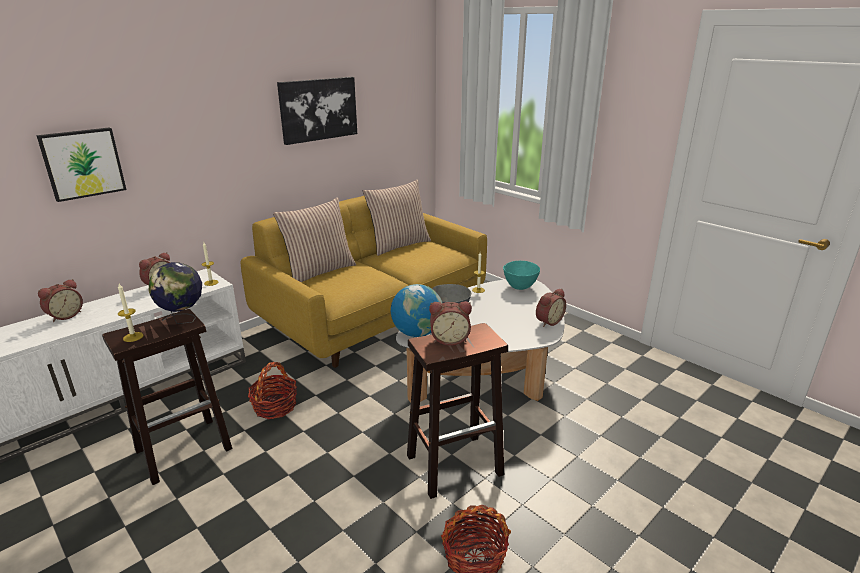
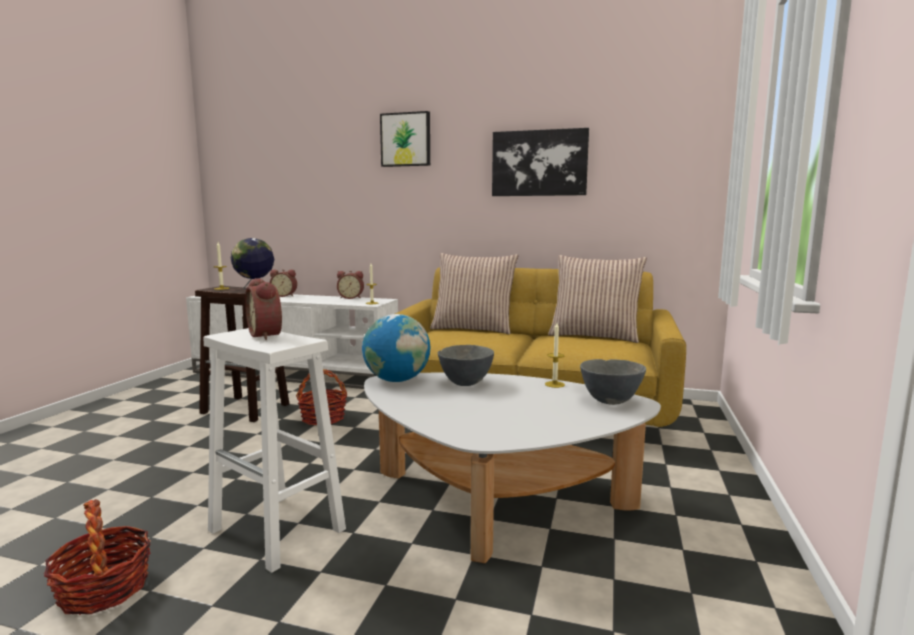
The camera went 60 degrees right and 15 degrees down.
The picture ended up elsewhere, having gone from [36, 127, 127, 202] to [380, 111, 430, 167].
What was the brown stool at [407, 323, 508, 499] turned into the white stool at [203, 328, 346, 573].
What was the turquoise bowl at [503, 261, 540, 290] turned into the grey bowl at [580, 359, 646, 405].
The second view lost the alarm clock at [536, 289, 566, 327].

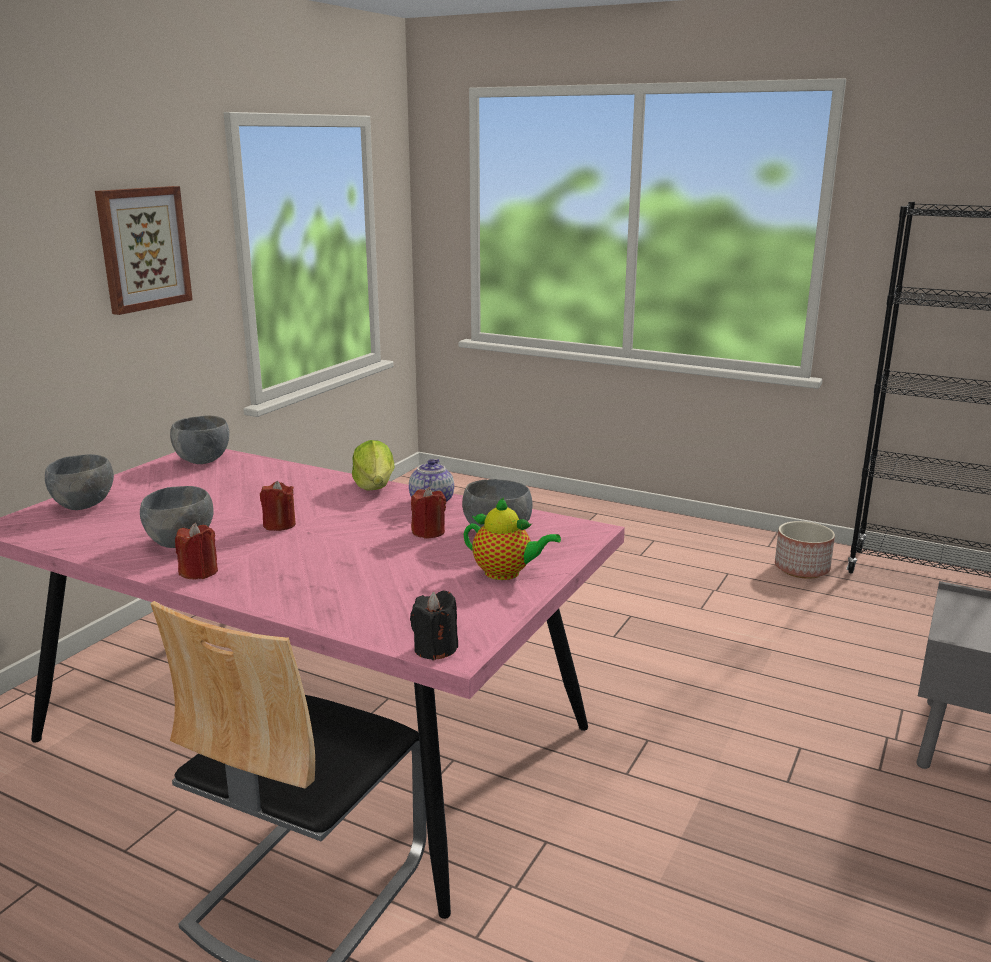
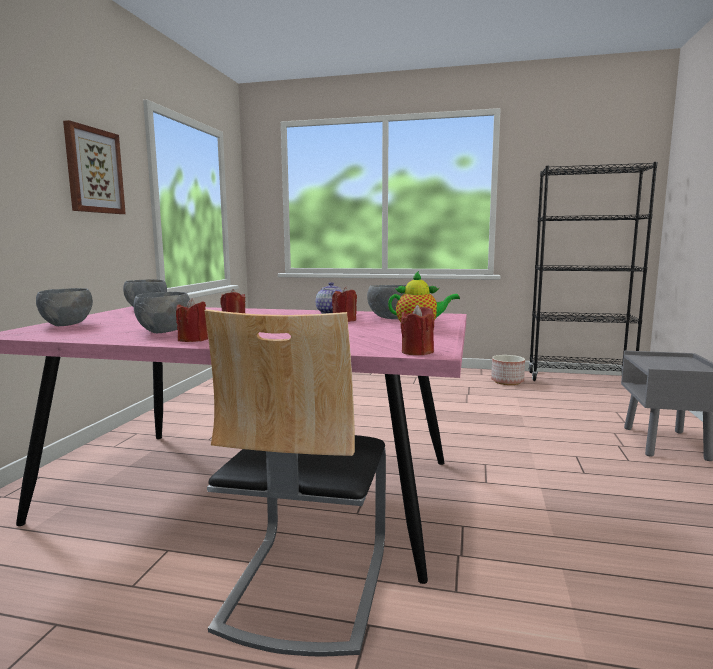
The camera went 15 degrees left and 10 degrees down.
The second view lost the lettuce at [352, 440, 394, 490].
What was the black candle at [410, 591, 458, 660] turned into the red candle at [400, 305, 435, 355].

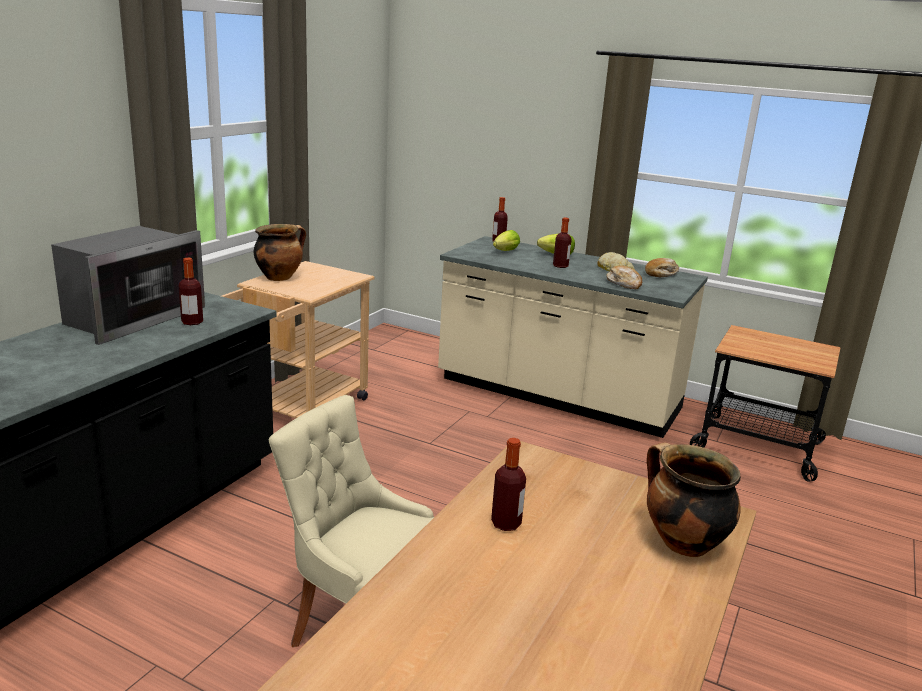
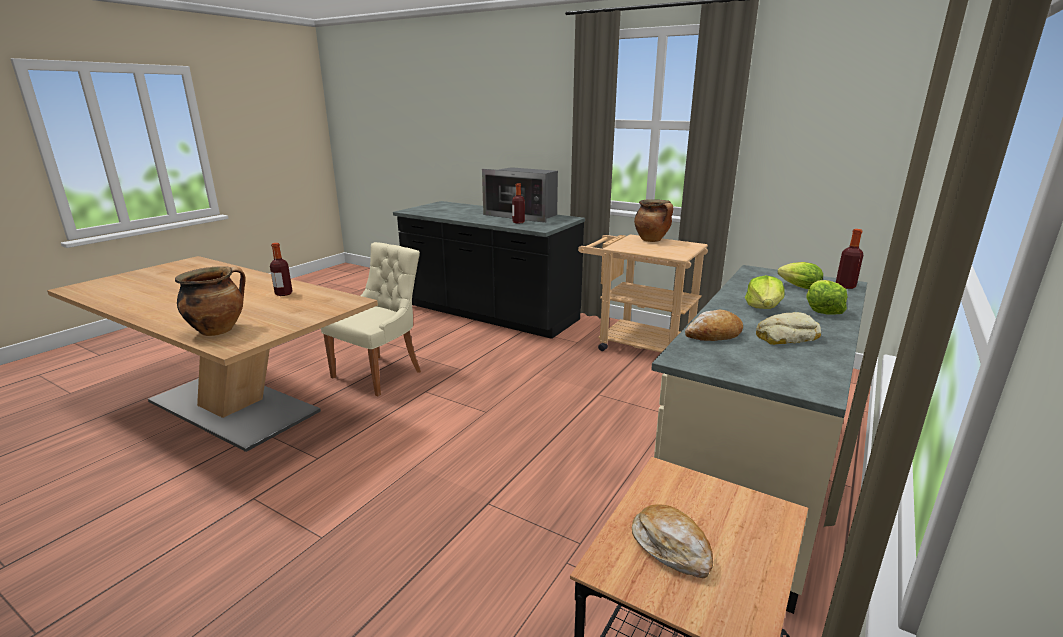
The camera went 95 degrees right and 0 degrees up.
Where the bottle stood at [553, 218, 572, 268], the lettuce came to stand at [745, 275, 785, 309].
The bread ended up elsewhere, having gone from [645, 258, 679, 277] to [632, 504, 713, 578].

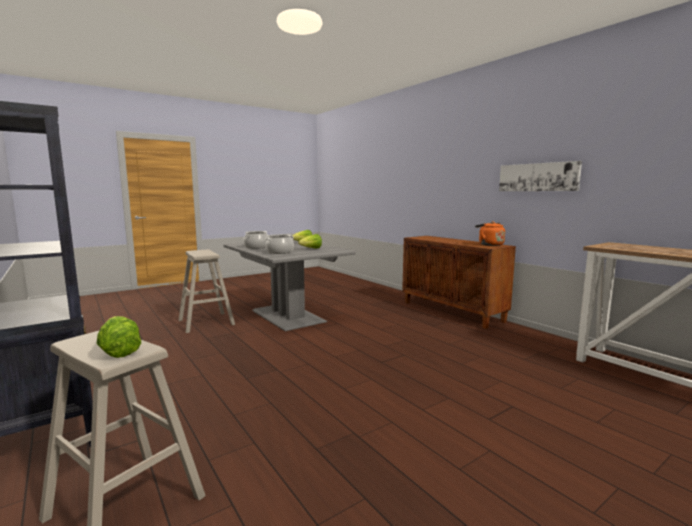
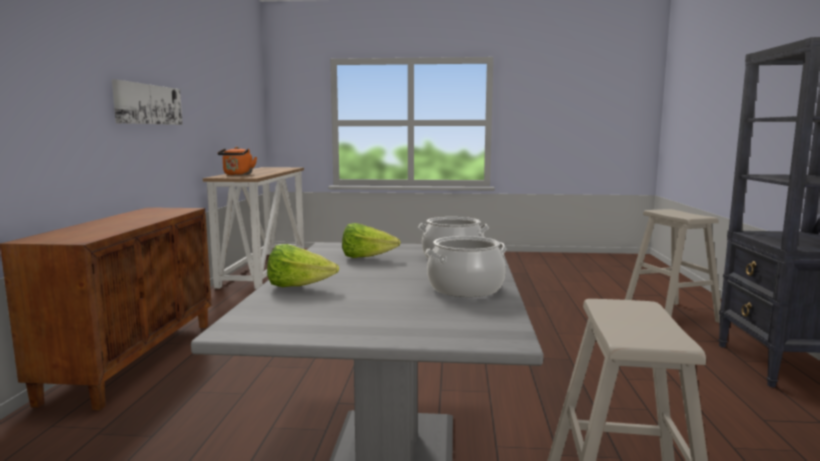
The camera went 140 degrees left and 0 degrees up.
The second view lost the lettuce at [96, 316, 141, 358].
The orange kettle ended up elsewhere, having gone from [475, 222, 505, 246] to [217, 147, 257, 175].

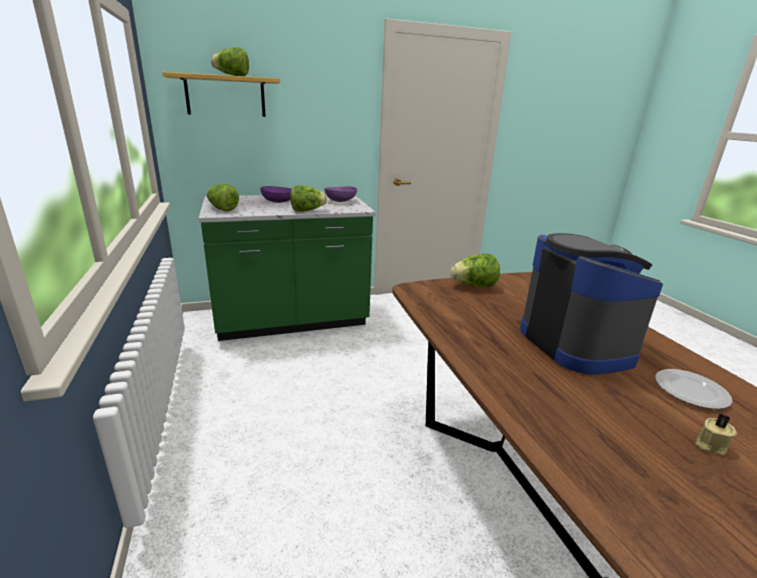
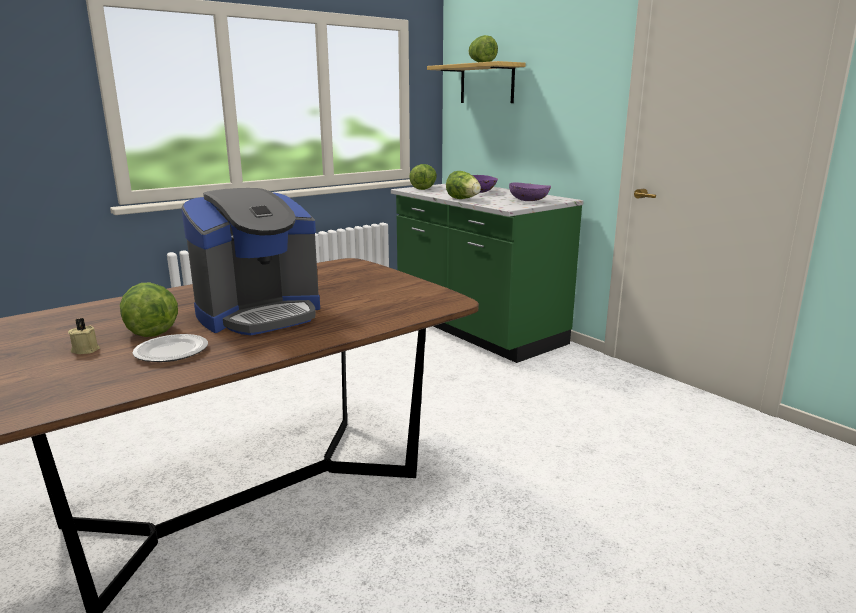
The camera went 70 degrees right and 5 degrees down.
The lettuce ended up elsewhere, having gone from [450, 254, 500, 287] to [120, 283, 178, 337].

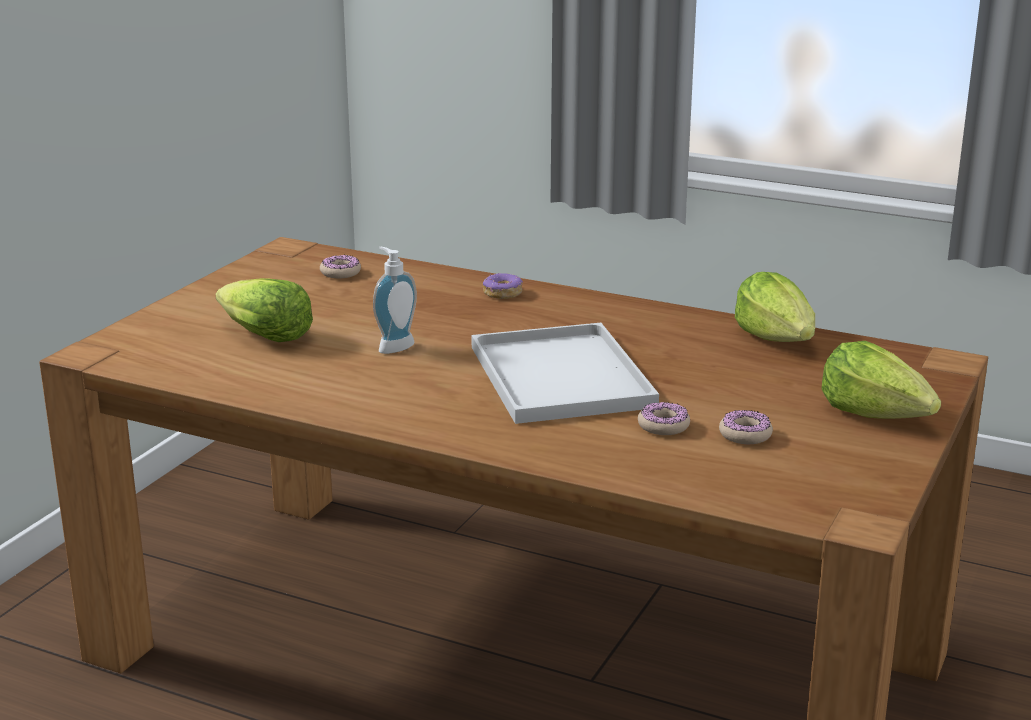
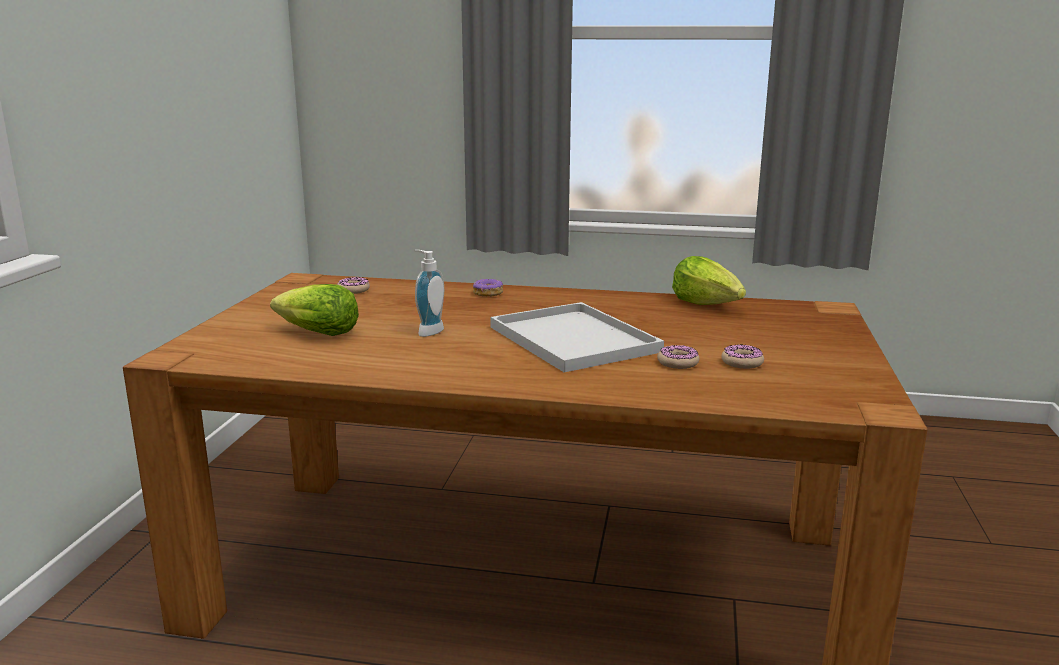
The camera went 15 degrees left and 5 degrees down.
The second view lost the lettuce at [821, 341, 941, 419].

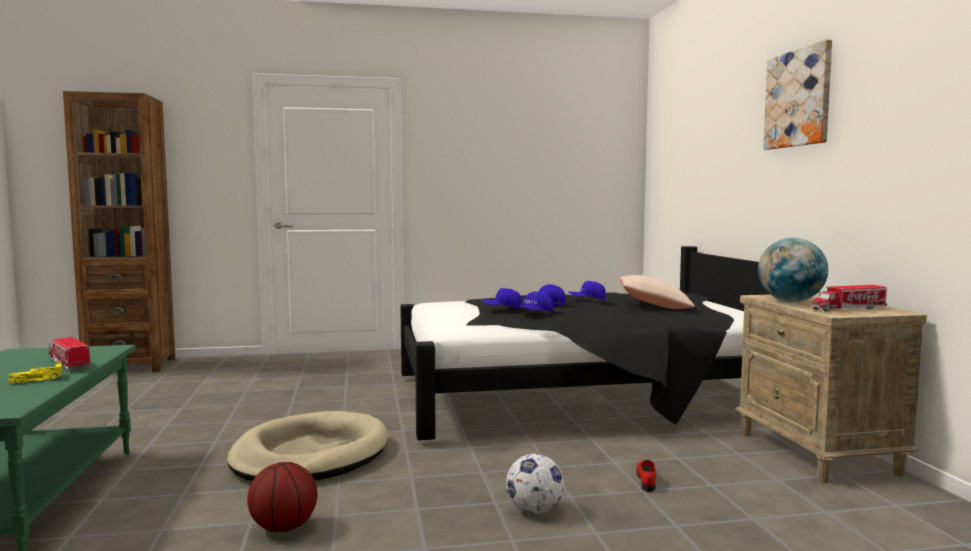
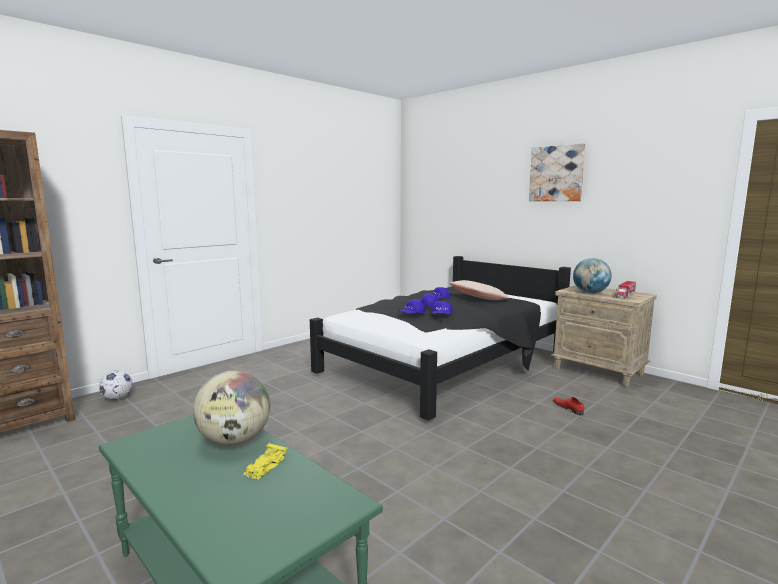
The camera went 35 degrees left and 5 degrees up.
Where the toy truck stood at [49, 336, 91, 370], the globe came to stand at [193, 370, 270, 446].
The second view lost the beige dog bed at [227, 411, 388, 481].
The second view lost the basketball at [247, 462, 317, 532].
The football ended up elsewhere, having gone from [506, 454, 564, 514] to [99, 370, 132, 400].

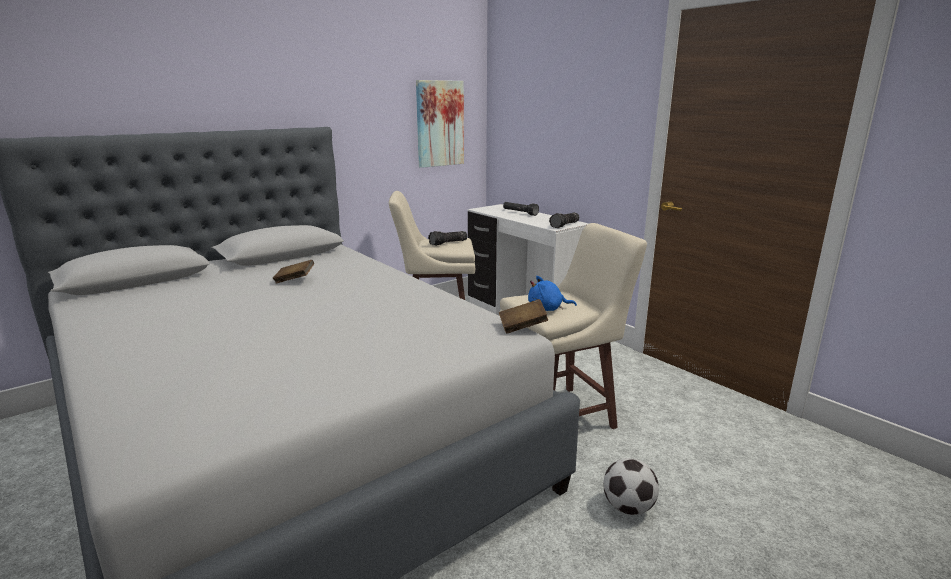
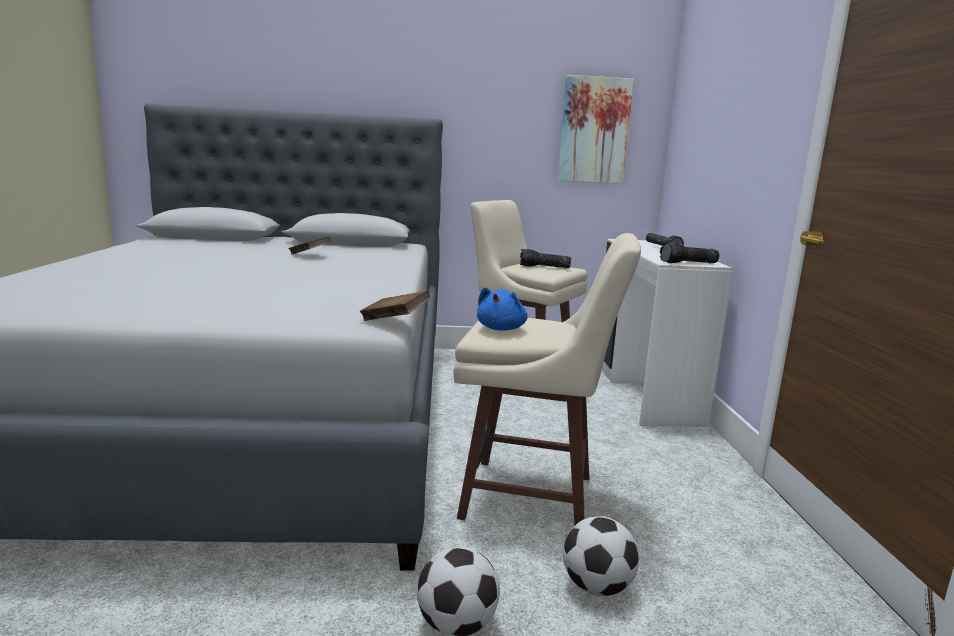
The camera went 35 degrees right and 5 degrees down.
The blue plush toy at [528, 276, 577, 311] ended up facing another way, 105 degrees counterclockwise from before.
The second view gained the football at [563, 516, 639, 596].

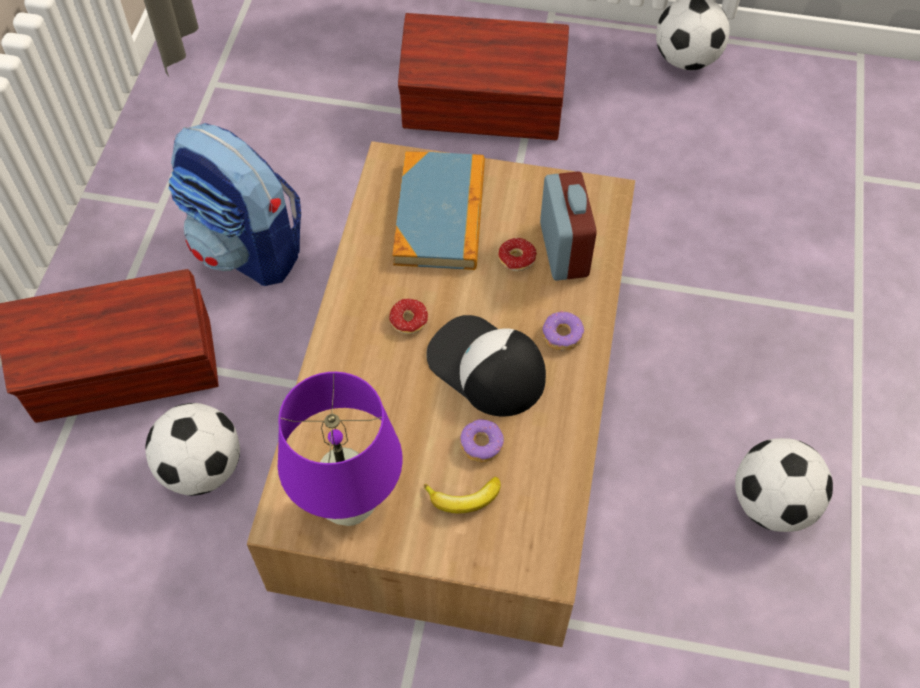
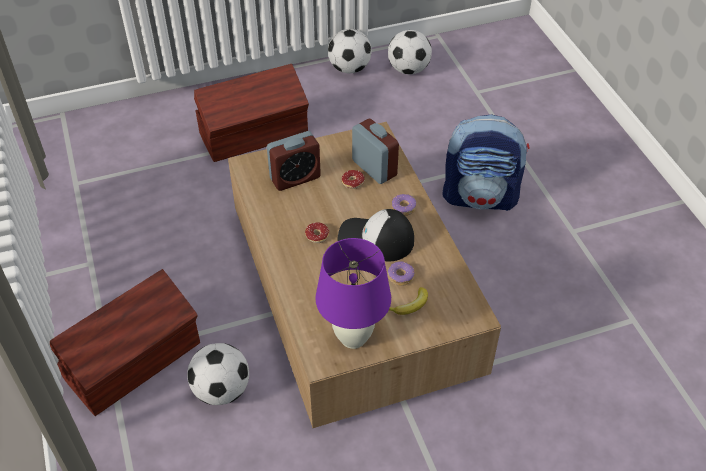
The camera went 30 degrees left and 10 degrees down.
The backpack ended up elsewhere, having gone from [168, 123, 301, 286] to [442, 115, 530, 211].
Where the book stood at [392, 151, 485, 270], the alarm clock came to stand at [267, 131, 321, 191].
The football ended up elsewhere, having gone from [735, 438, 833, 532] to [388, 30, 432, 75].

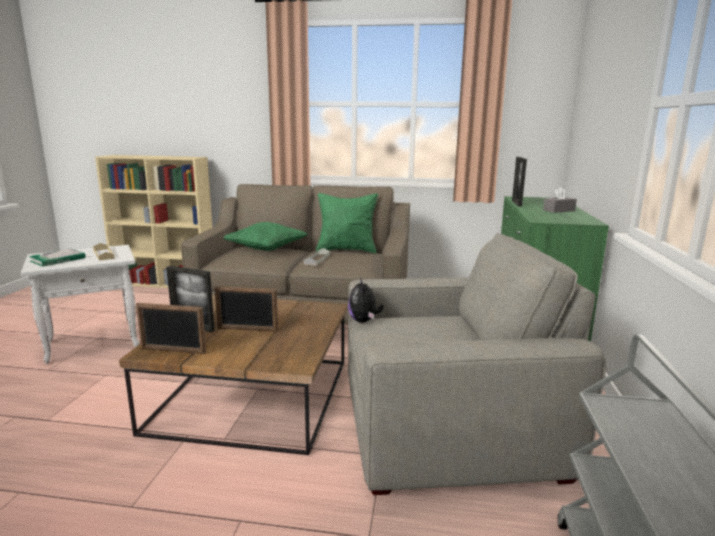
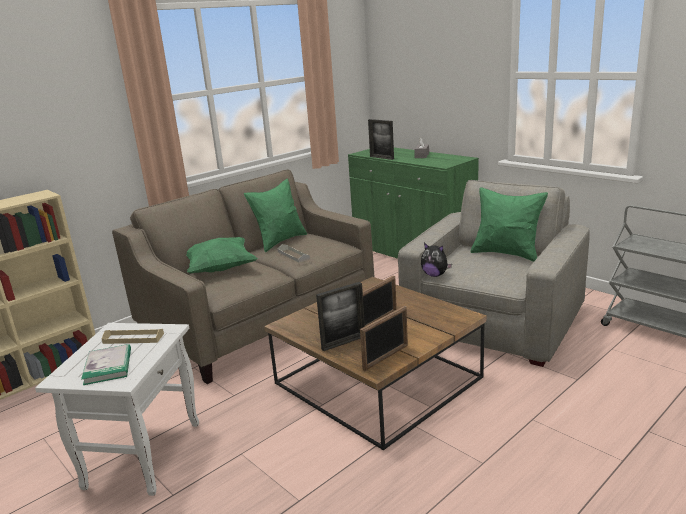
The camera went 50 degrees left and 5 degrees up.
The second view gained the green pillow at [470, 187, 548, 262].

